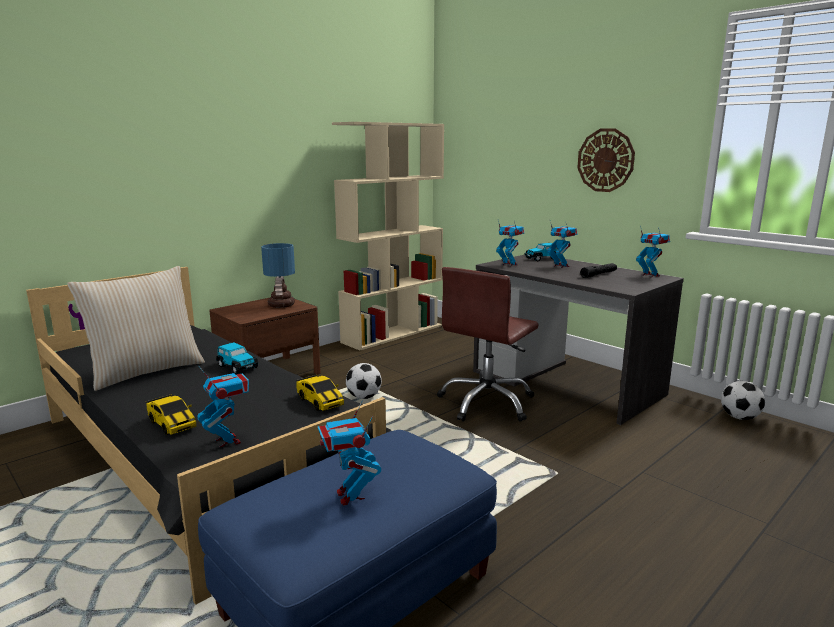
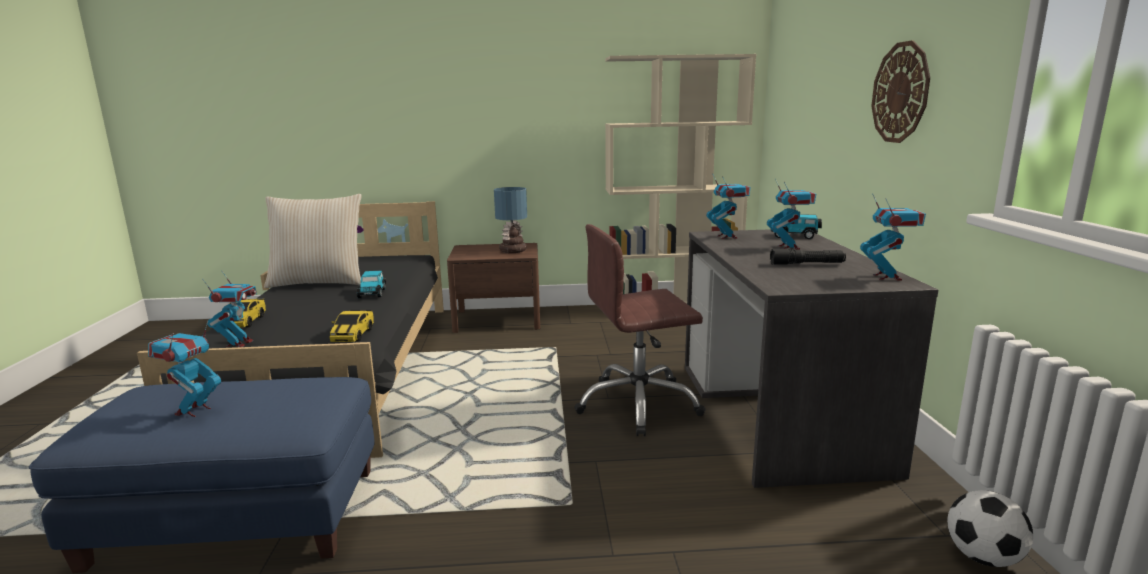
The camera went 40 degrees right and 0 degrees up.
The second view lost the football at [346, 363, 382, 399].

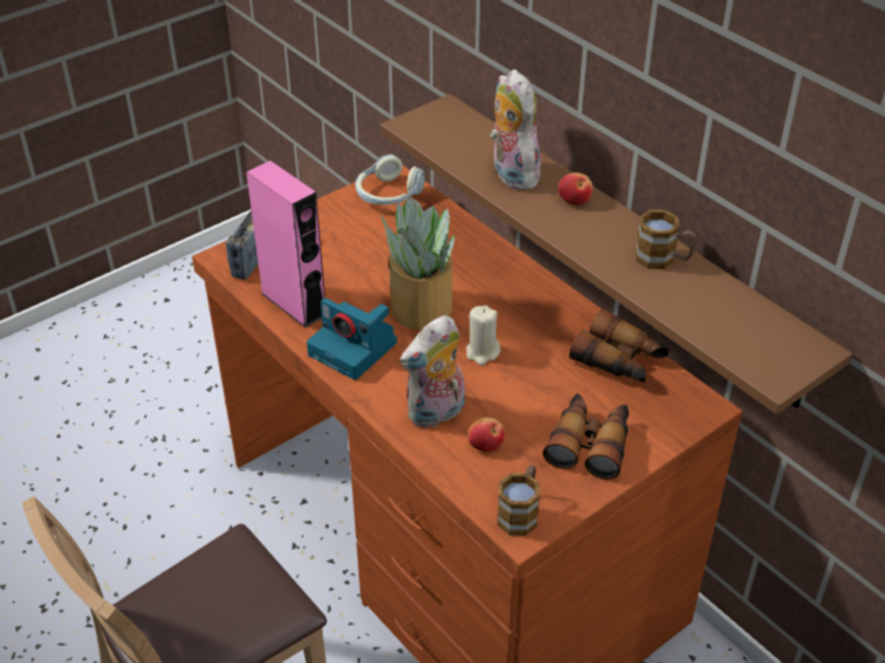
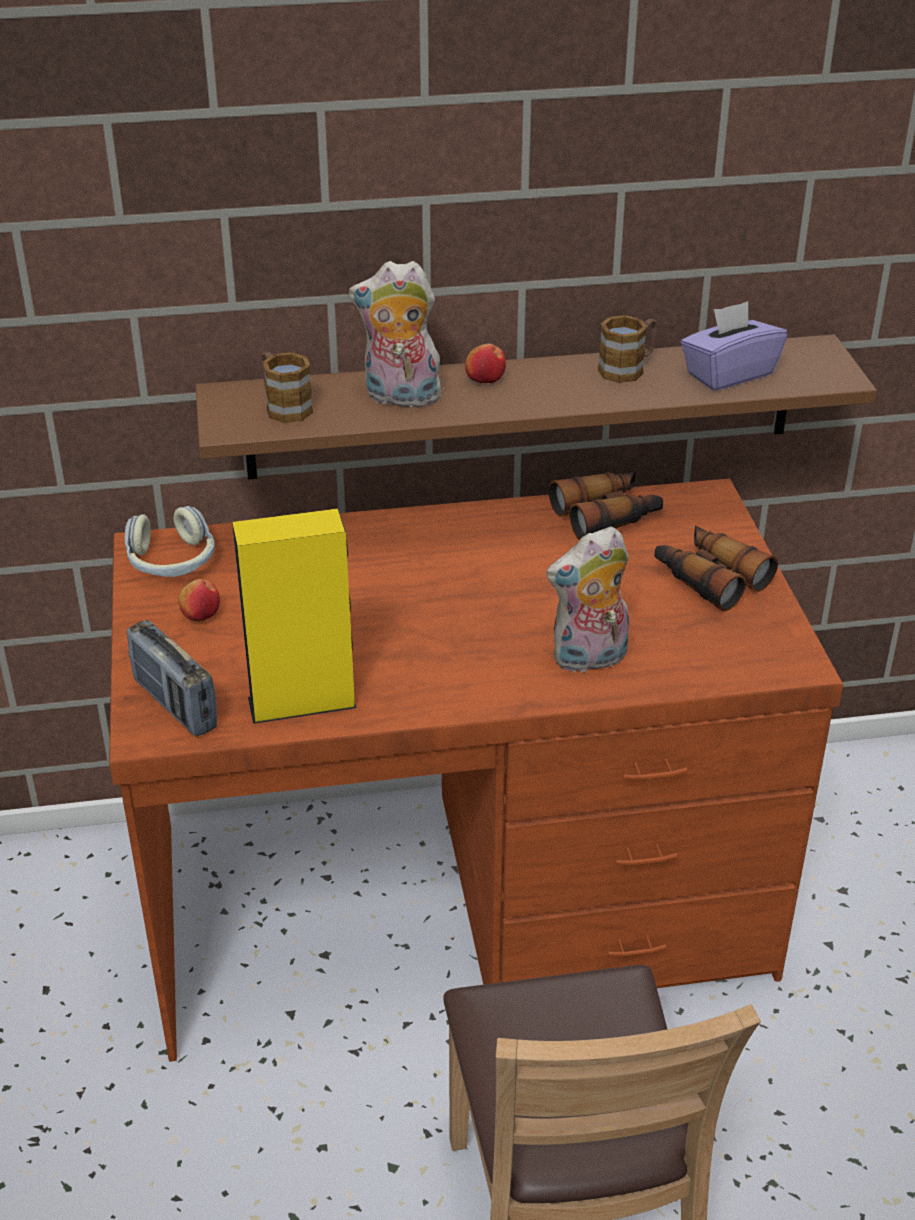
The camera went 60 degrees left and 5 degrees down.
What was the pink speaker at [246, 161, 325, 328] turned into the yellow speaker at [232, 508, 357, 724].
The second view lost the photo camera at [307, 298, 397, 380].
The second view lost the potted plant at [380, 197, 455, 330].
The plush toy at [400, 315, 467, 428] ended up facing another way, 75 degrees clockwise from before.
The second view lost the beige candle at [466, 305, 500, 365].
The apple ended up elsewhere, having gone from [467, 417, 505, 452] to [178, 579, 220, 621].
The mug ended up elsewhere, having gone from [497, 465, 540, 536] to [261, 352, 313, 423].
The second view gained the purple tissue box at [681, 301, 787, 391].

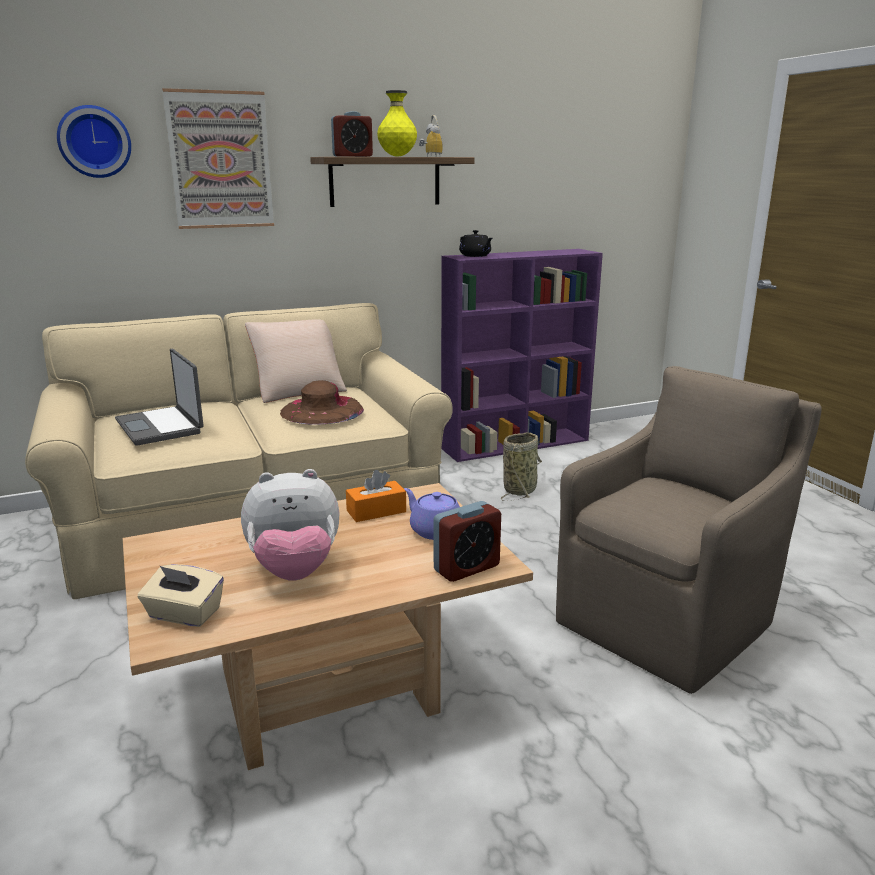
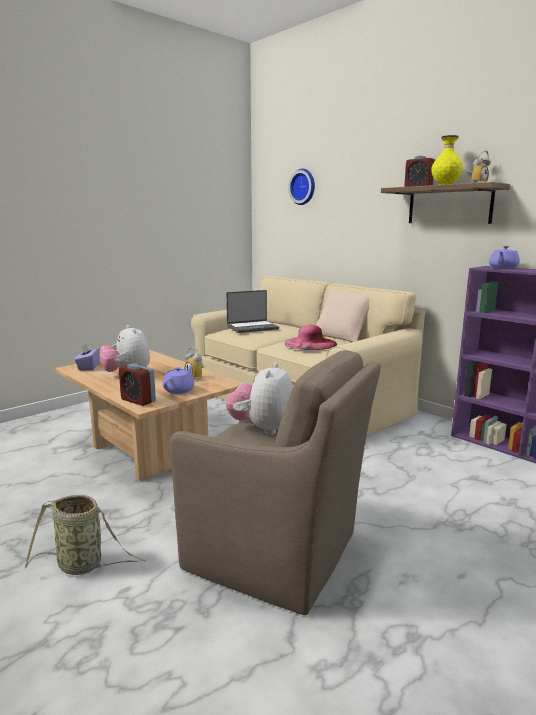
The camera went 70 degrees right and 5 degrees down.
The laptop at [115, 349, 204, 445] ended up facing another way, 150 degrees counterclockwise from before.
What was the beige tissue box at [138, 564, 224, 627] turned into the purple tissue box at [74, 344, 100, 370].
The second view lost the picture at [162, 88, 274, 229].
What was the brown hat at [280, 380, 364, 425] turned into the pink hat at [285, 325, 337, 350].
Where the orange tissue box stood at [346, 470, 406, 522], the alarm clock came to stand at [185, 347, 204, 380].
What was the black teapot at [459, 230, 493, 257] turned into the purple teapot at [489, 246, 520, 269].
The basket ended up elsewhere, having gone from [501, 432, 542, 501] to [25, 495, 146, 575].
The second view gained the plush toy at [226, 362, 293, 435].

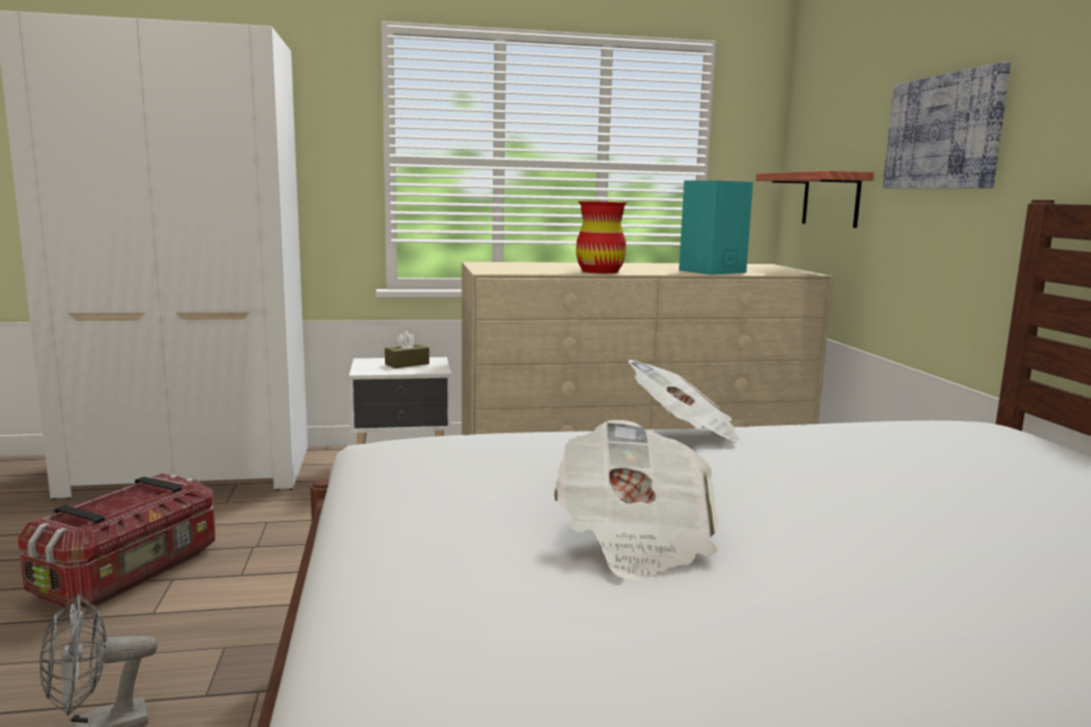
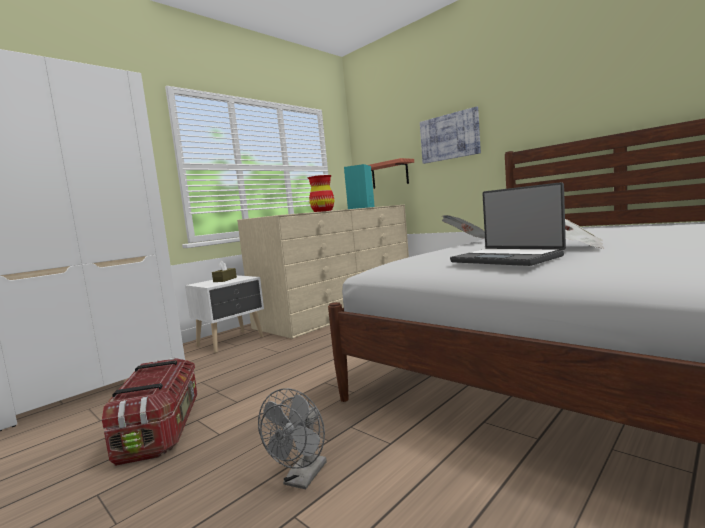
The camera went 35 degrees left and 5 degrees down.
The second view gained the laptop at [450, 182, 566, 266].

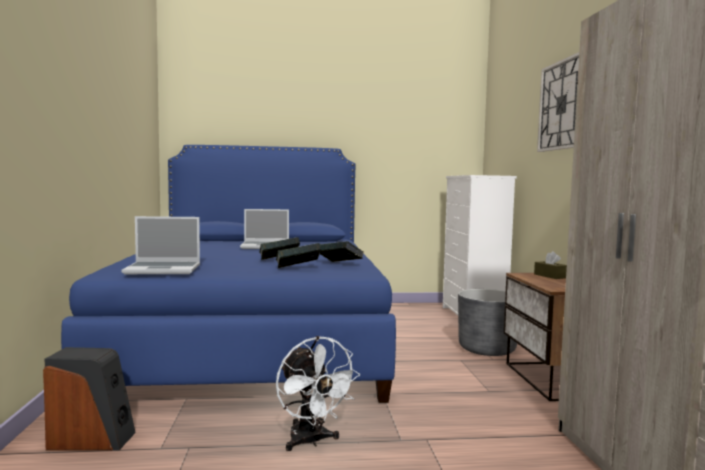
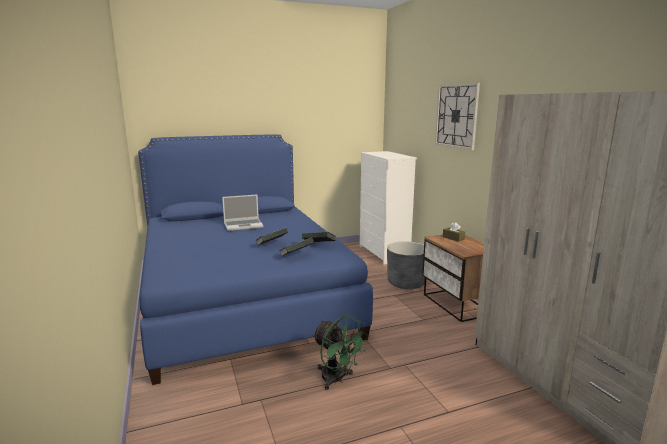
The camera went 15 degrees left and 10 degrees up.
The second view lost the speaker at [43, 347, 136, 450].
The second view lost the laptop at [122, 216, 200, 274].
What was the white fan at [276, 336, 360, 451] turned into the green fan at [312, 315, 368, 390].

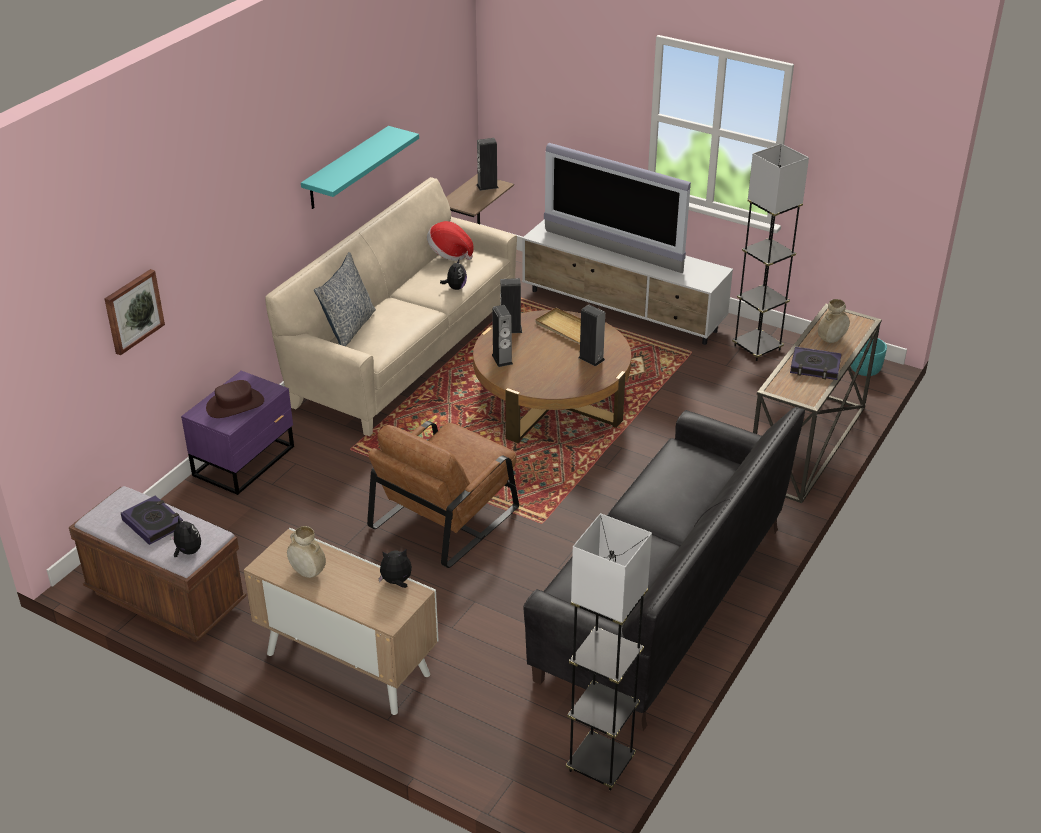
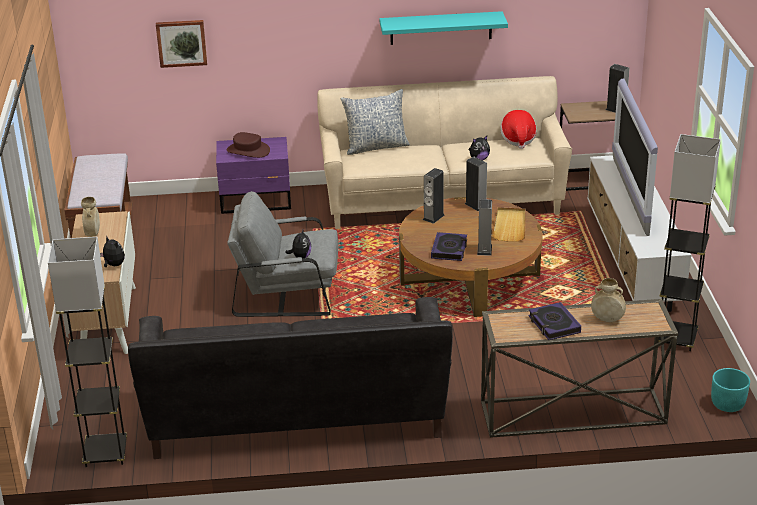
The camera went 55 degrees right and 5 degrees down.
The book ended up elsewhere, having gone from [121, 496, 183, 545] to [431, 232, 467, 261].
The plush toy ended up elsewhere, having gone from [170, 516, 201, 557] to [286, 228, 311, 259].
What was the brown armchair at [367, 421, 519, 568] turned into the grey armchair at [227, 191, 339, 317].

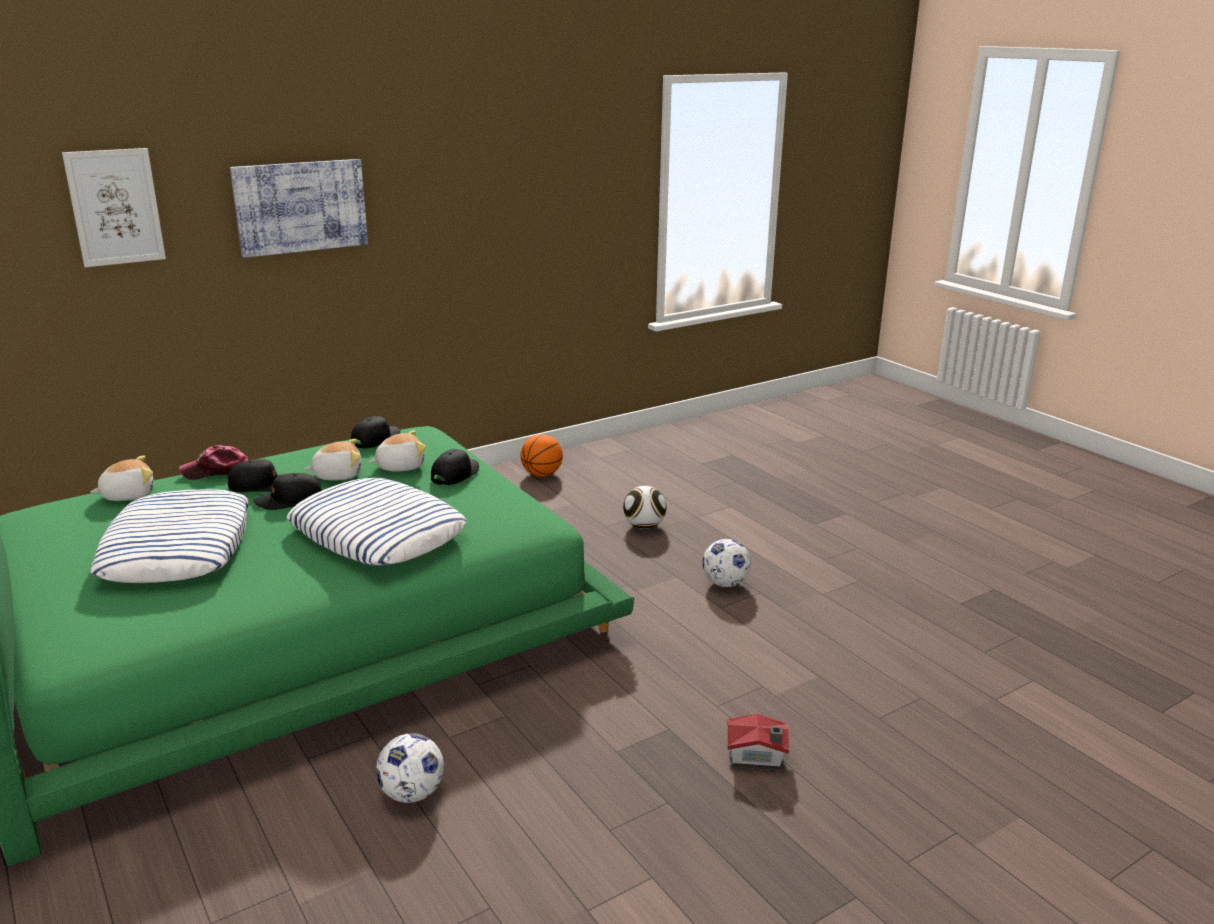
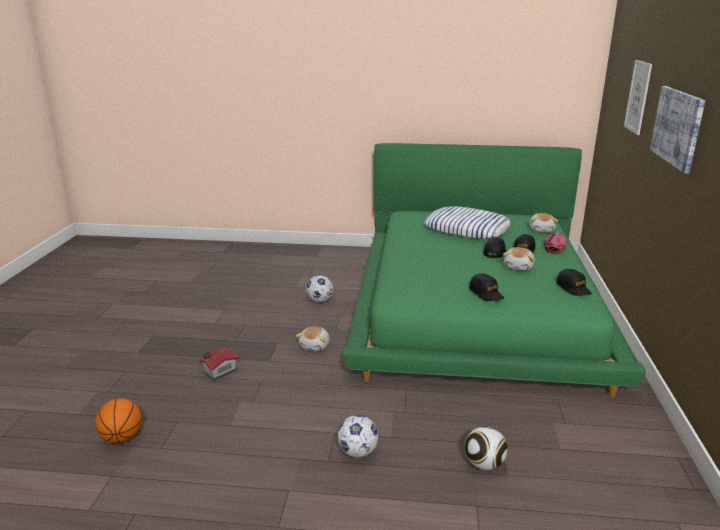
The camera went 130 degrees right and 0 degrees up.
The second view lost the pillow at [287, 478, 467, 566].
The plush toy ended up elsewhere, having gone from [369, 430, 426, 471] to [296, 326, 330, 351].
The basketball ended up elsewhere, having gone from [520, 434, 563, 477] to [95, 398, 142, 443].

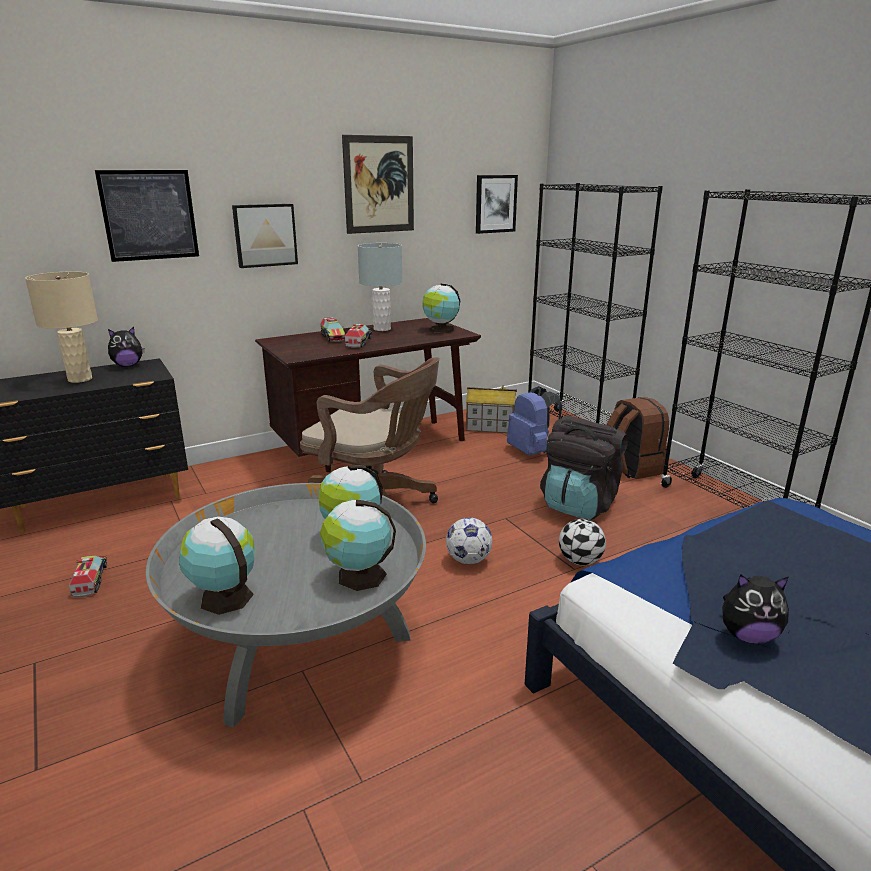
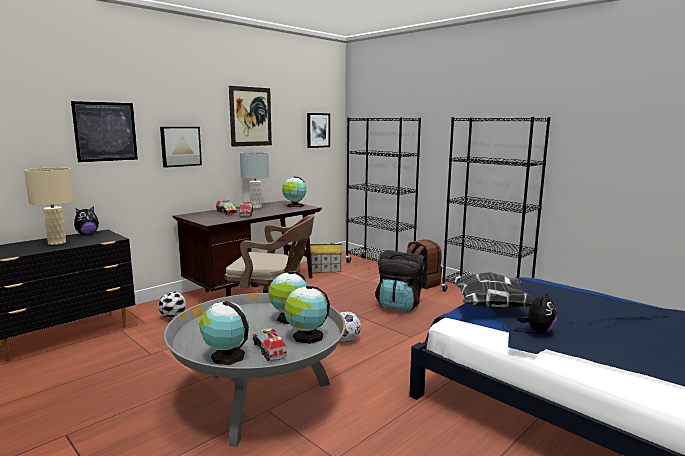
The camera went 15 degrees left and 10 degrees down.
The toy truck ended up elsewhere, having gone from [69, 556, 107, 597] to [252, 328, 287, 361].
The second view lost the blue backpack at [507, 386, 562, 455].
The football ended up elsewhere, having gone from [559, 519, 606, 565] to [158, 291, 186, 318].
The plush toy at [722, 574, 789, 644] ended up facing another way, 45 degrees counterclockwise from before.
The second view gained the pillow at [450, 272, 535, 308].

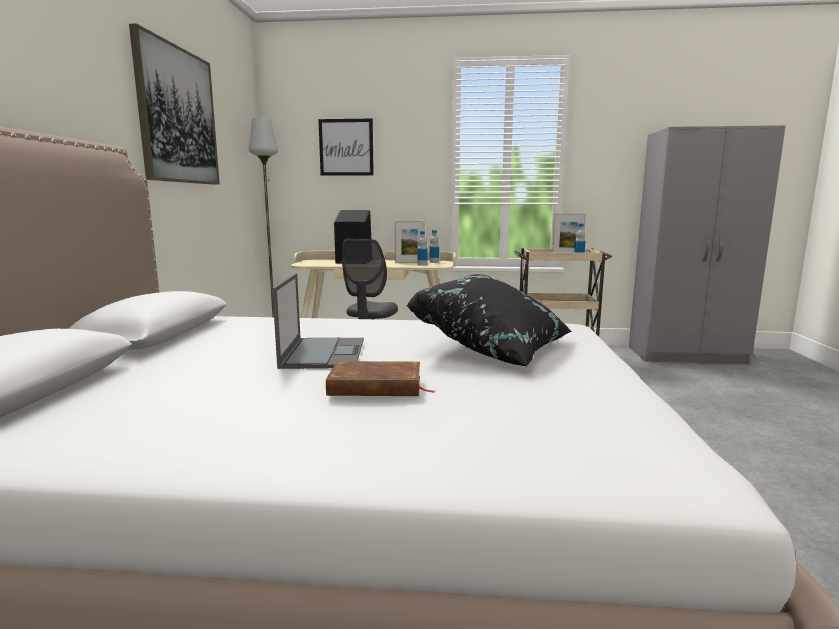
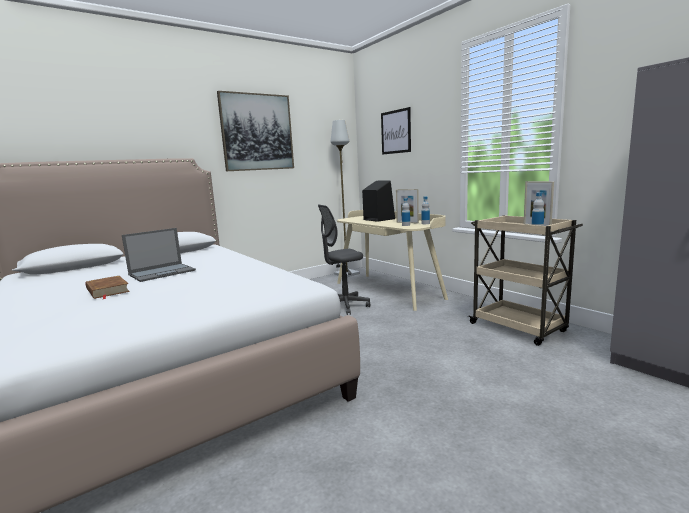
The camera went 50 degrees right and 0 degrees up.
The second view lost the black pillow at [407, 274, 572, 366].

